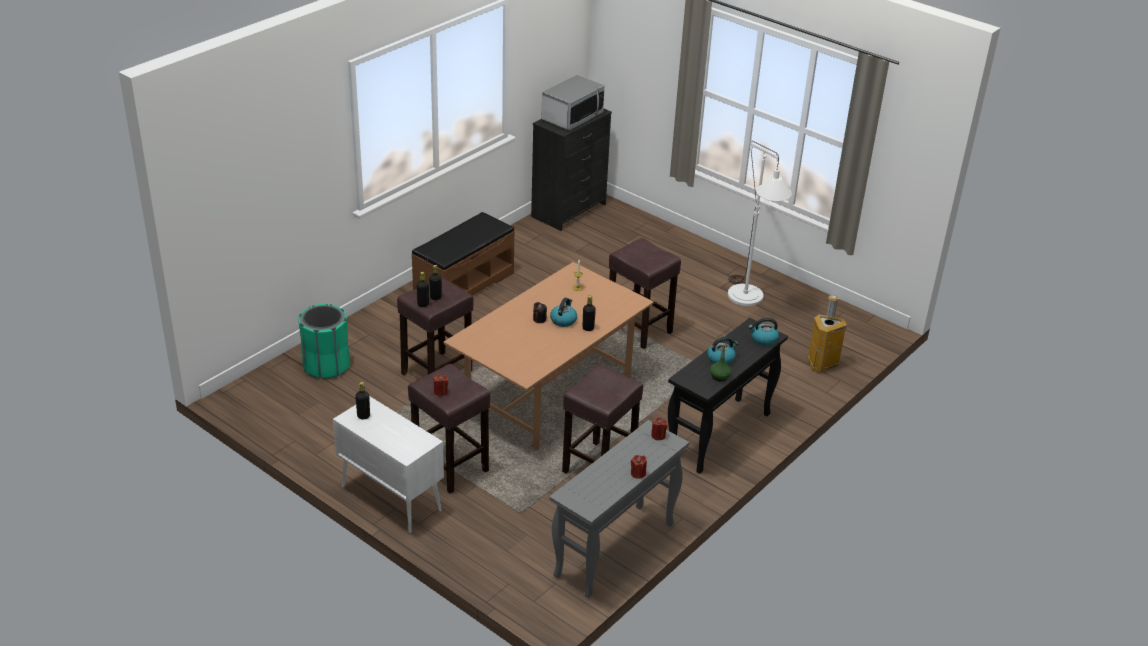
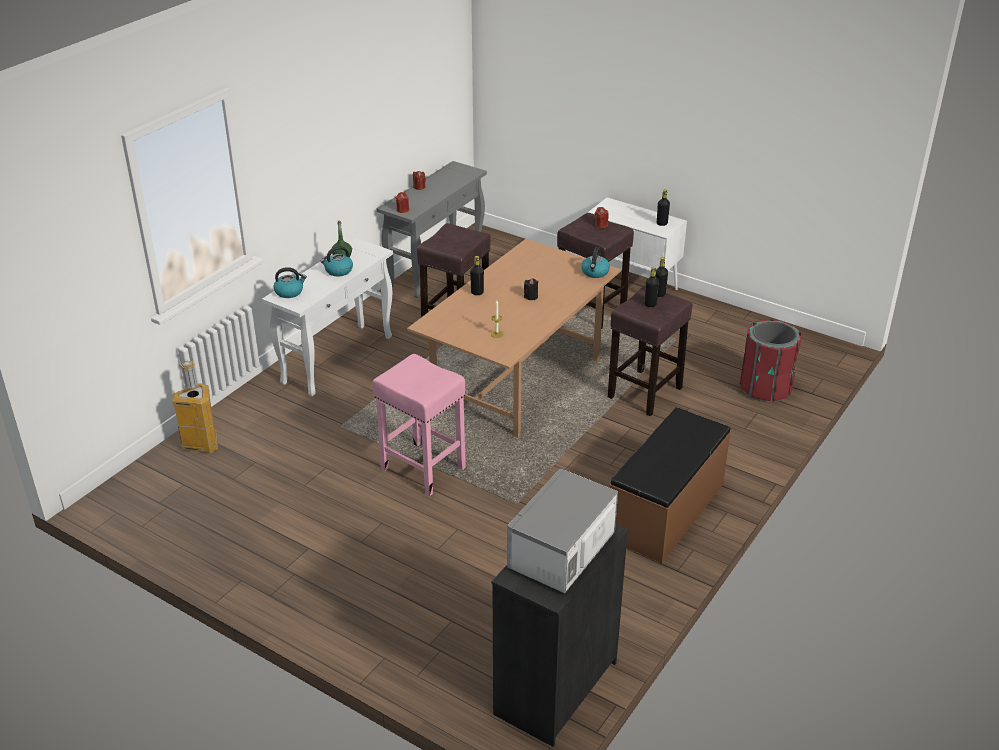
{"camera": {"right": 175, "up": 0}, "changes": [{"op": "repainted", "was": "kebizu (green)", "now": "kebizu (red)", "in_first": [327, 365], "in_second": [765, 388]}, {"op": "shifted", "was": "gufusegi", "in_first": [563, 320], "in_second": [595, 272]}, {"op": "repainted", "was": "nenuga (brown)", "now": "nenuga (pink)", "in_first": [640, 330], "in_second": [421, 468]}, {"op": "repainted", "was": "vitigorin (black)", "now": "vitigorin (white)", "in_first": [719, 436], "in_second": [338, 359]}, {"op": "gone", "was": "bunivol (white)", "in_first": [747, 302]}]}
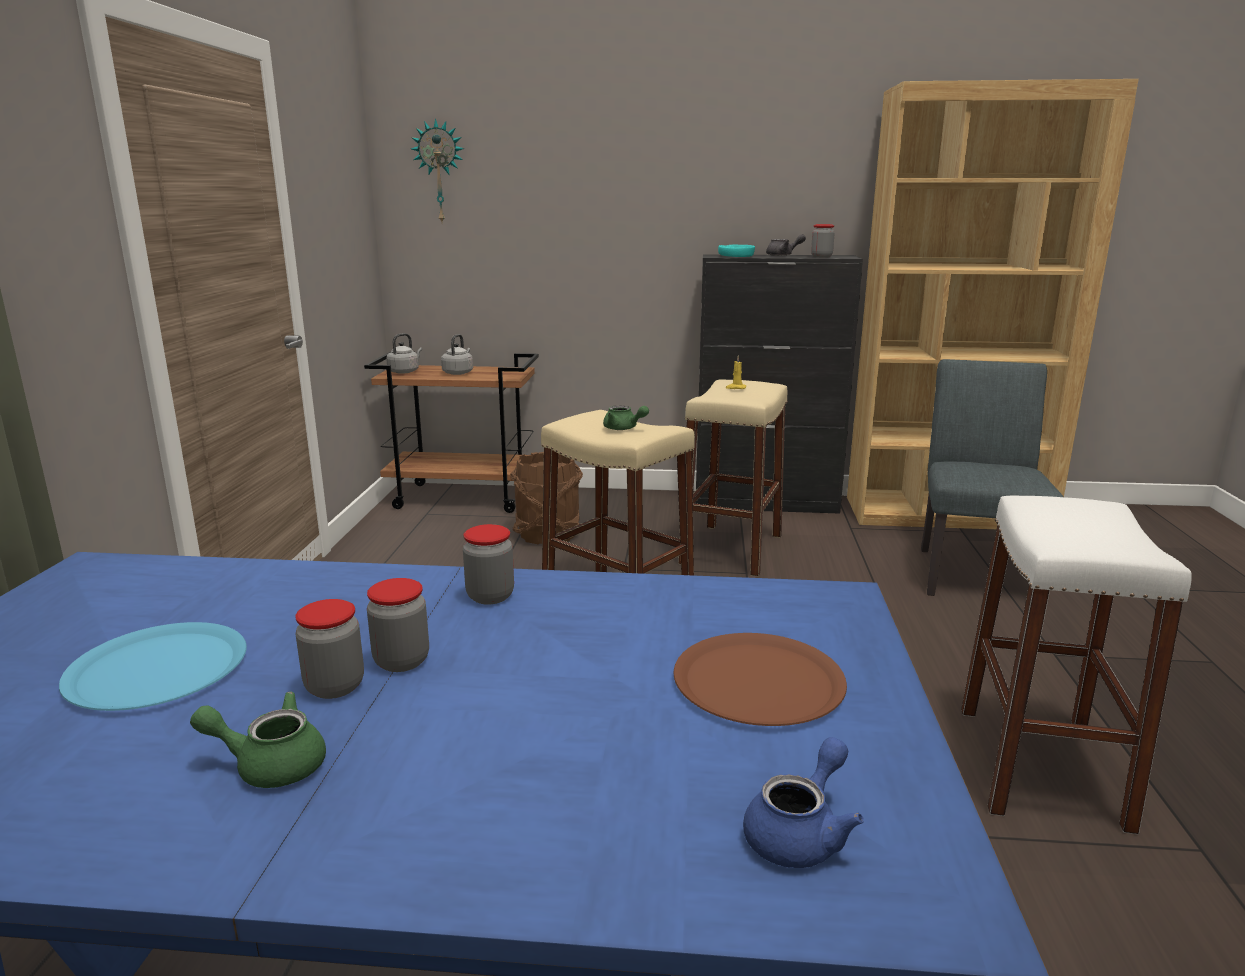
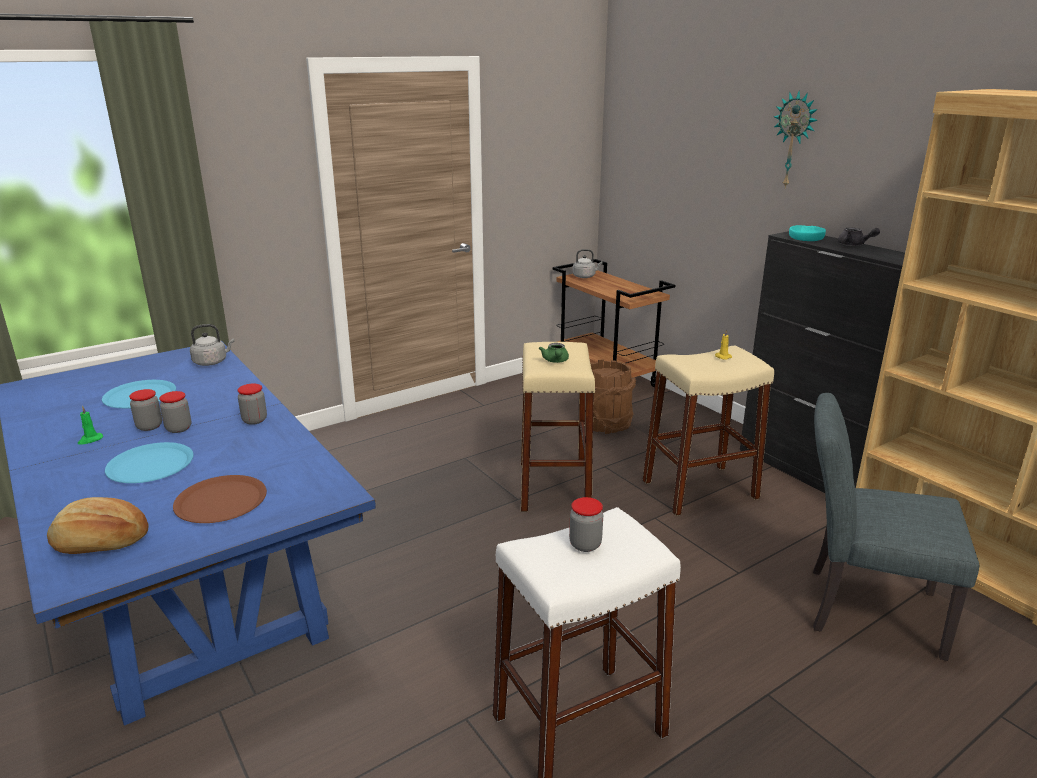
{"camera": {"right": 50, "up": 5}, "changes": [{"op": "swapped", "was": "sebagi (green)", "now": "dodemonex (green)", "in_first": [270, 764], "in_second": [90, 440]}, {"op": "shifted", "was": "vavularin", "in_first": [440, 172], "in_second": [794, 140]}, {"op": "shifted", "was": "gufusegi (grey)", "in_first": [458, 373], "in_second": [212, 362]}, {"op": "swapped", "was": "sebagi (blue)", "now": "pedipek", "in_first": [801, 833], "in_second": [101, 543]}, {"op": "shifted", "was": "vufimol", "in_first": [821, 257], "in_second": [585, 544]}, {"op": "rotated", "was": "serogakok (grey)", "in_first": [974, 571], "in_second": [861, 608], "clockwise": -135}, {"op": "new", "now": "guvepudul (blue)", "in_second": [150, 465]}]}
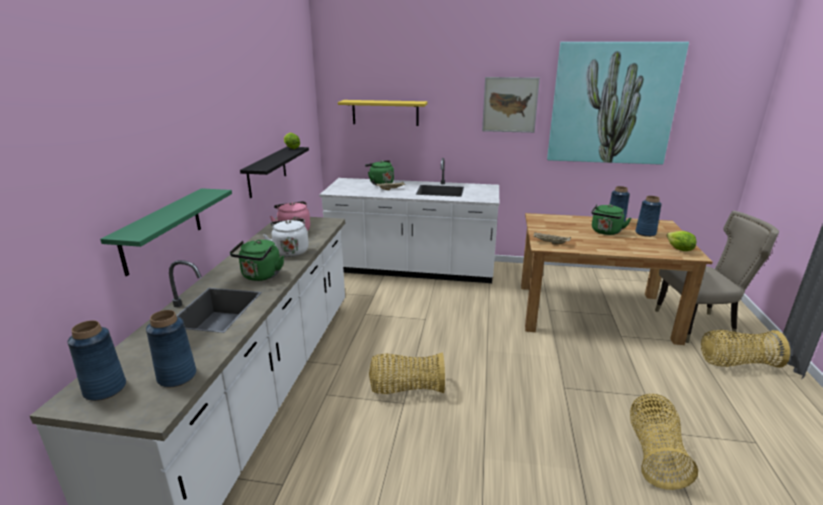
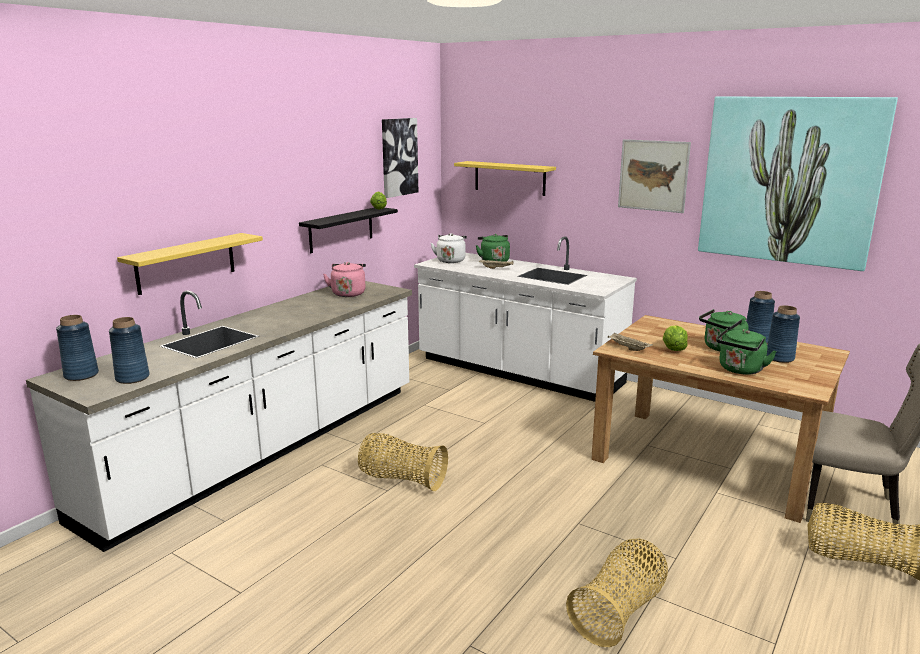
{"camera": {"right": 25, "up": -5}, "changes": [{"op": "repainted", "was": "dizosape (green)", "now": "dizosape (yellow)", "in_first": [162, 230], "in_second": [186, 263]}, {"op": "shifted", "was": "gufusegi (green)", "in_first": [260, 276], "in_second": [740, 370]}, {"op": "shifted", "was": "gufusegi (white)", "in_first": [290, 251], "in_second": [451, 260]}, {"op": "shifted", "was": "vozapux", "in_first": [679, 249], "in_second": [673, 349]}, {"op": "new", "now": "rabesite", "in_second": [398, 157]}]}
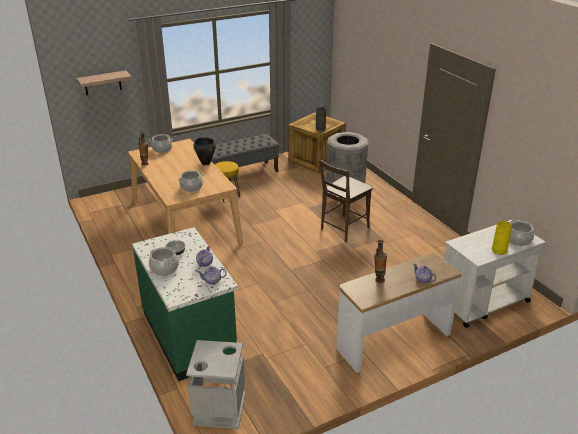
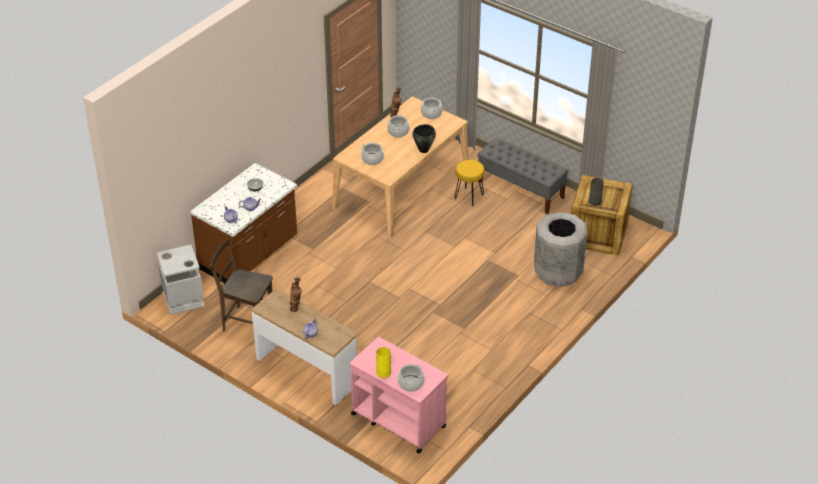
{"camera": {"right": 65, "up": 10}, "changes": [{"op": "gone", "was": "dizosape", "in_first": [102, 83]}, {"op": "repainted", "was": "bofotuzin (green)", "now": "bofotuzin (brown)", "in_first": [190, 335], "in_second": [249, 255]}, {"op": "shifted", "was": "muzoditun", "in_first": [164, 268], "in_second": [398, 131]}, {"op": "shifted", "was": "serogakok (brown)", "in_first": [343, 229], "in_second": [246, 322]}, {"op": "repainted", "was": "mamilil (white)", "now": "mamilil (pink)", "in_first": [482, 302], "in_second": [398, 420]}]}
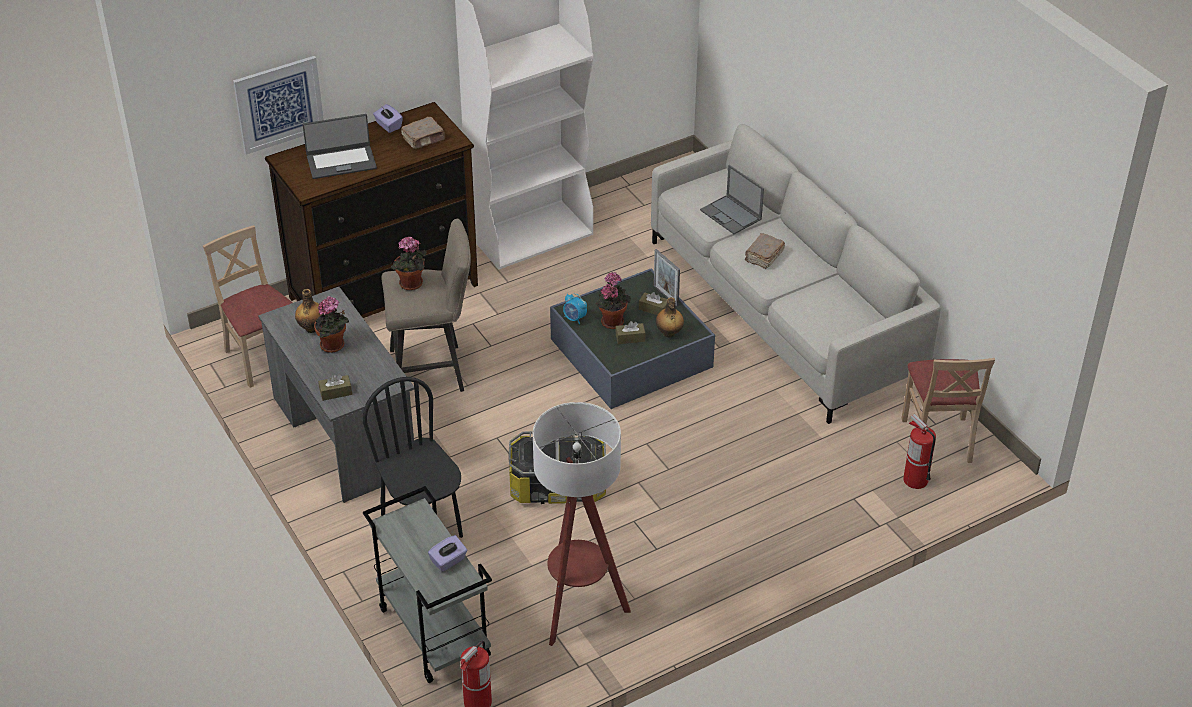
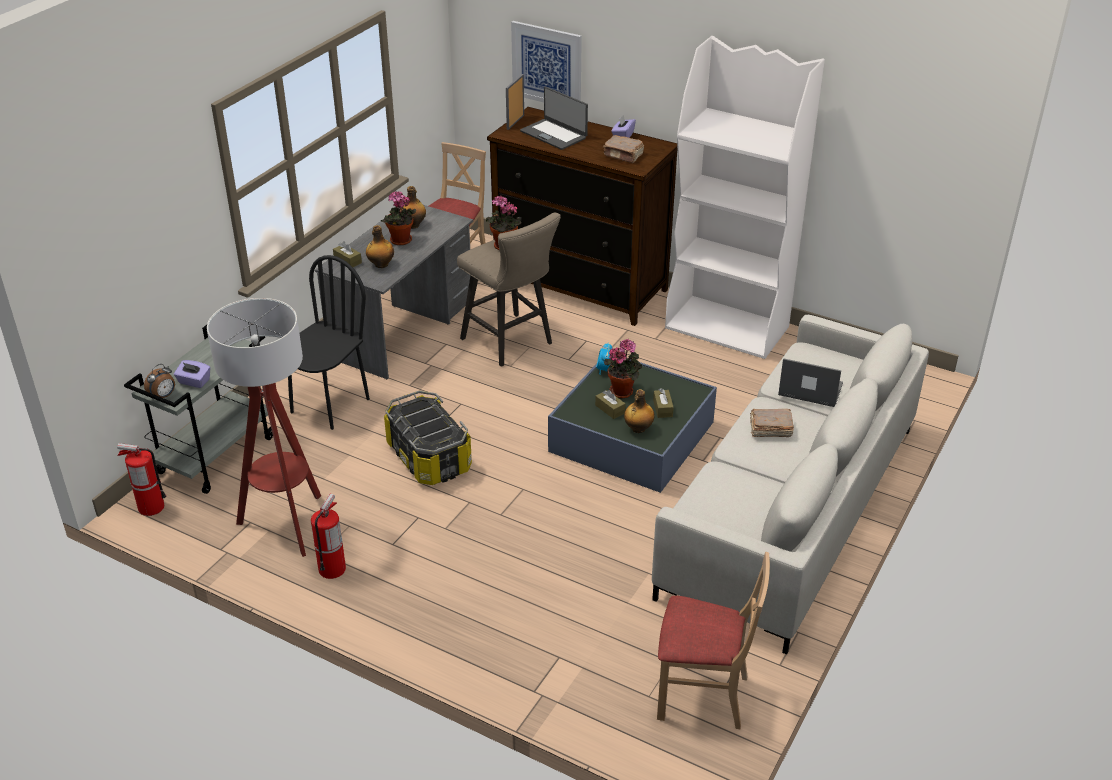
{"camera": {"right": 60, "up": -5}, "changes": [{"op": "shifted", "was": "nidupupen", "in_first": [666, 295], "in_second": [515, 122]}, {"op": "rotated", "was": "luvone", "in_first": [731, 215], "in_second": [809, 389], "clockwise": 90}, {"op": "rotated", "was": "serogakok (beige)", "in_first": [938, 439], "in_second": [702, 695], "clockwise": -135}, {"op": "shifted", "was": "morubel", "in_first": [915, 480], "in_second": [332, 569]}, {"op": "new", "now": "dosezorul", "in_second": [163, 396]}, {"op": "new", "now": "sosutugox", "in_second": [381, 265]}]}
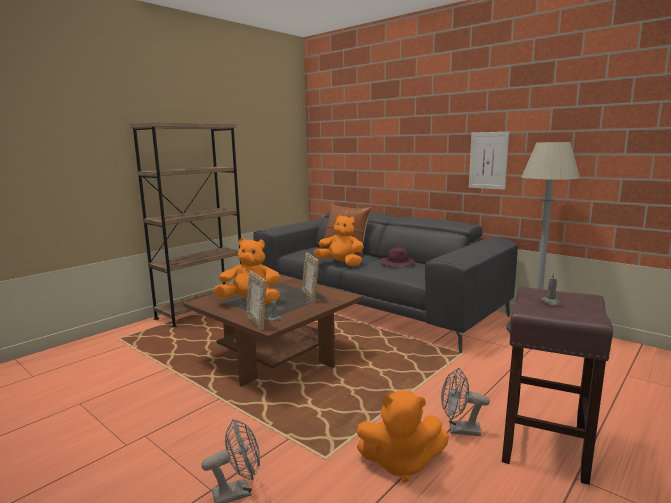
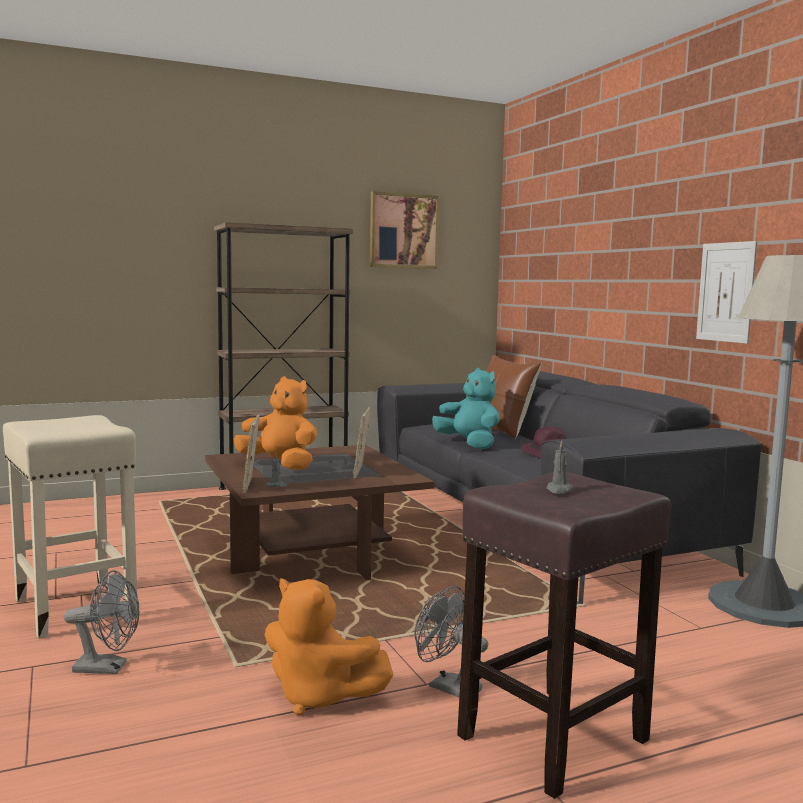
{"camera": {"right": 25, "up": -5}, "changes": [{"op": "repainted", "was": "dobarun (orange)", "now": "dobarun (turquoise)", "in_first": [341, 264], "in_second": [469, 444]}, {"op": "new", "now": "nenuga (beige)", "in_second": [74, 607]}, {"op": "new", "now": "rabesite", "in_second": [403, 231]}]}
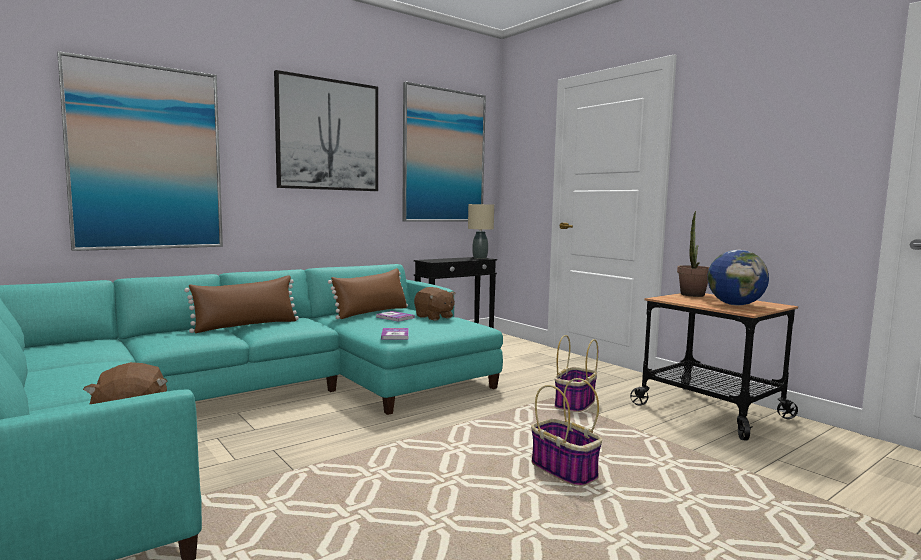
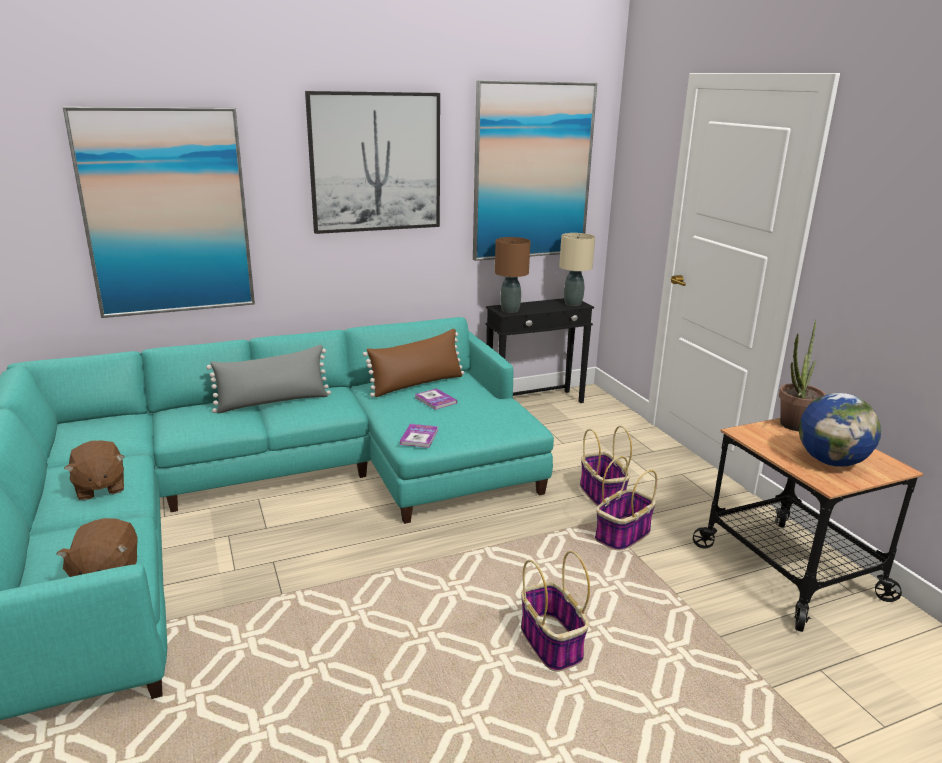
{"camera": {"right": 15, "up": 15}, "changes": [{"op": "repainted", "was": "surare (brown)", "now": "surare (grey)", "in_first": [246, 326], "in_second": [273, 402]}, {"op": "shifted", "was": "dobarun (brown)", "in_first": [434, 317], "in_second": [99, 488]}, {"op": "new", "now": "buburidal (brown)", "in_second": [509, 310]}, {"op": "new", "now": "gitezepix", "in_second": [601, 494]}]}
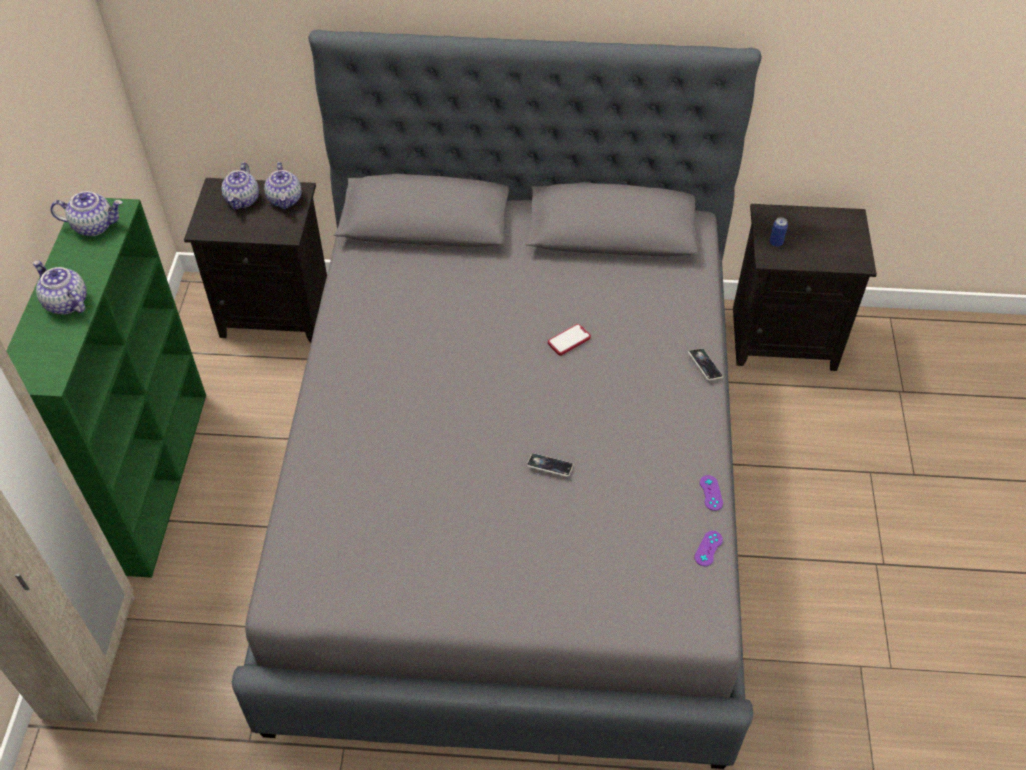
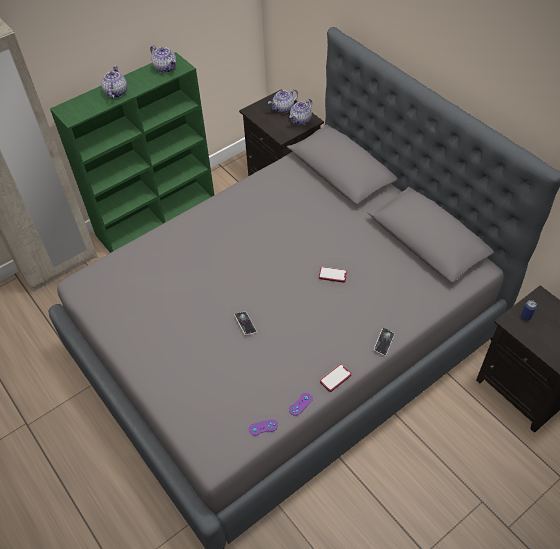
{"camera": {"right": 50, "up": 0}, "changes": [{"op": "new", "now": "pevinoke", "in_second": [335, 378]}]}
